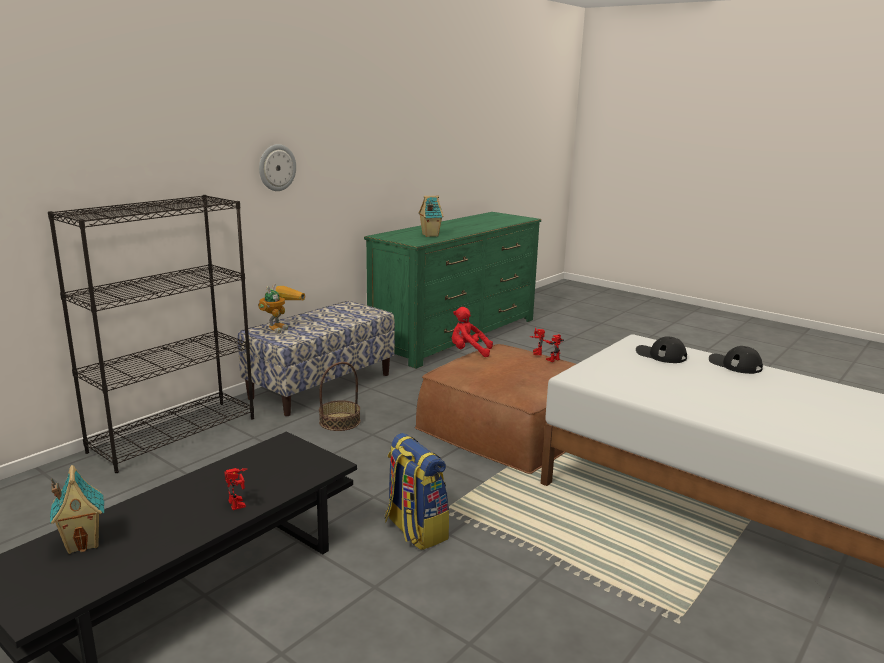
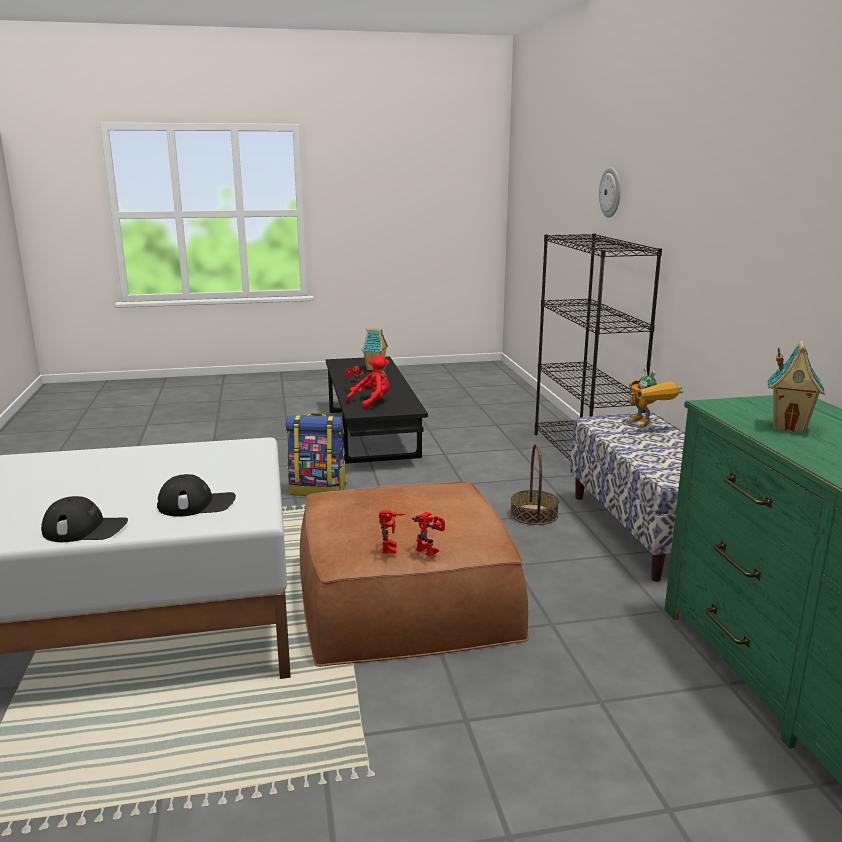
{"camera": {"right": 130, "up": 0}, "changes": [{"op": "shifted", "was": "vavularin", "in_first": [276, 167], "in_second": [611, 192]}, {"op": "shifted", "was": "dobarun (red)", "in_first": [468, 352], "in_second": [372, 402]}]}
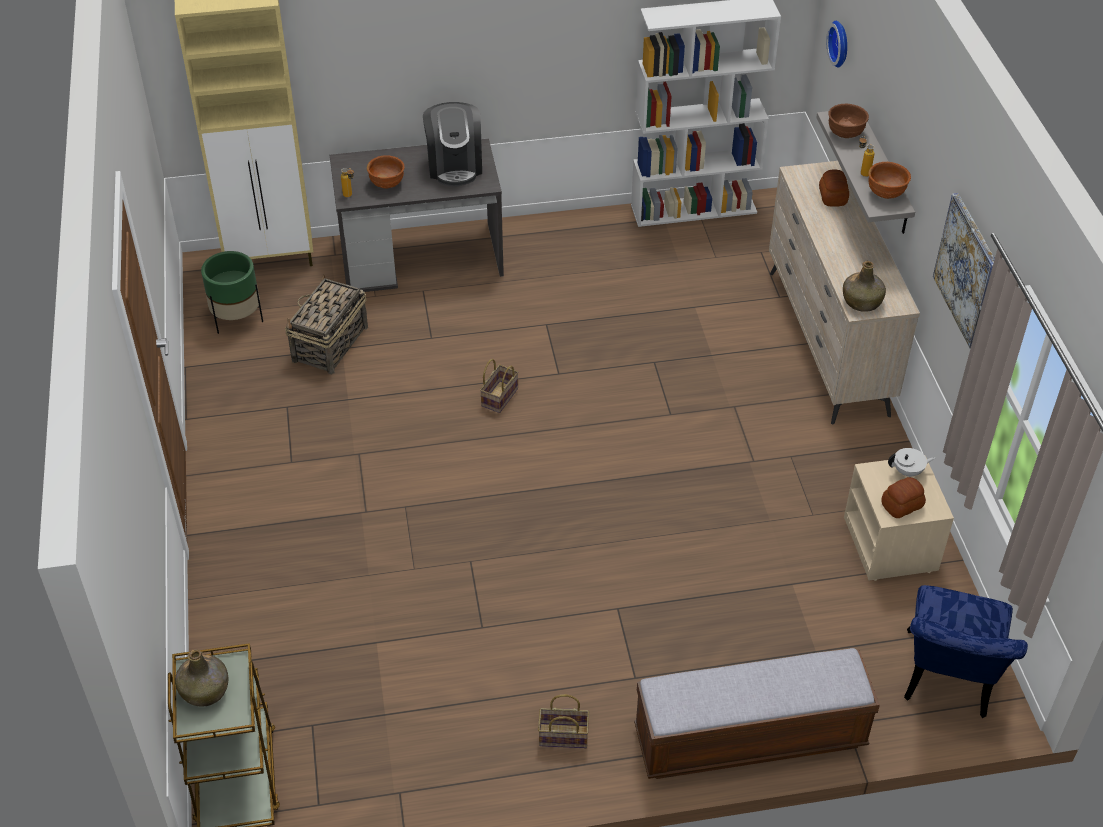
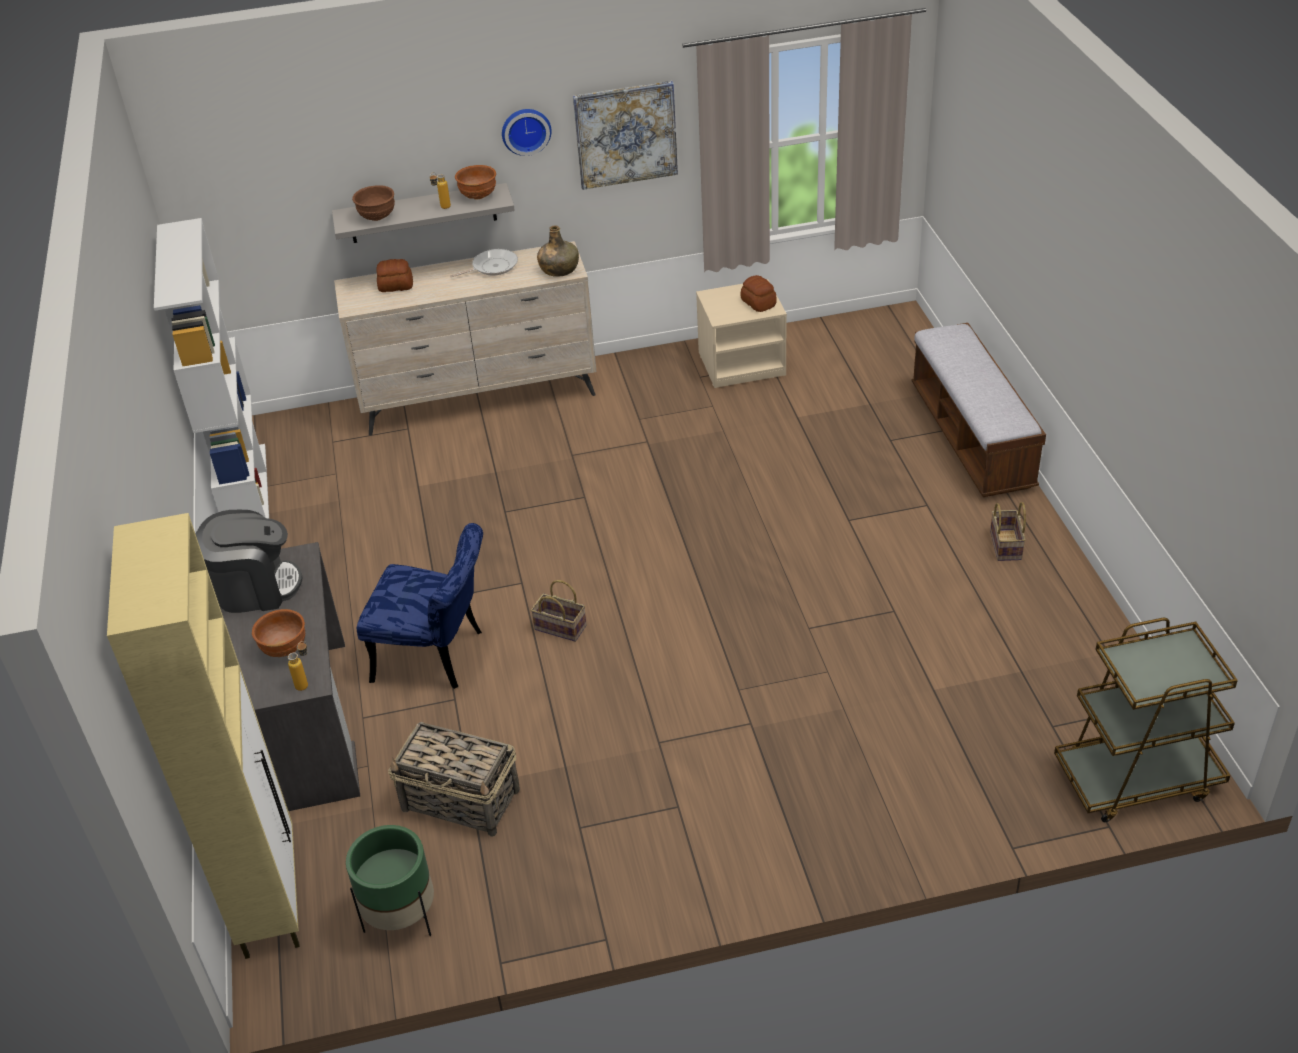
{"camera": {"right": -90, "up": -5}, "changes": [{"op": "gone", "was": "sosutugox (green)", "in_first": [205, 690]}, {"op": "shifted", "was": "vavularin", "in_first": [841, 43], "in_second": [525, 130]}, {"op": "gone", "was": "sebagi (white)", "in_first": [908, 471]}, {"op": "shifted", "was": "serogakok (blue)", "in_first": [946, 682], "in_second": [437, 656]}, {"op": "new", "now": "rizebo", "in_second": [492, 267]}]}
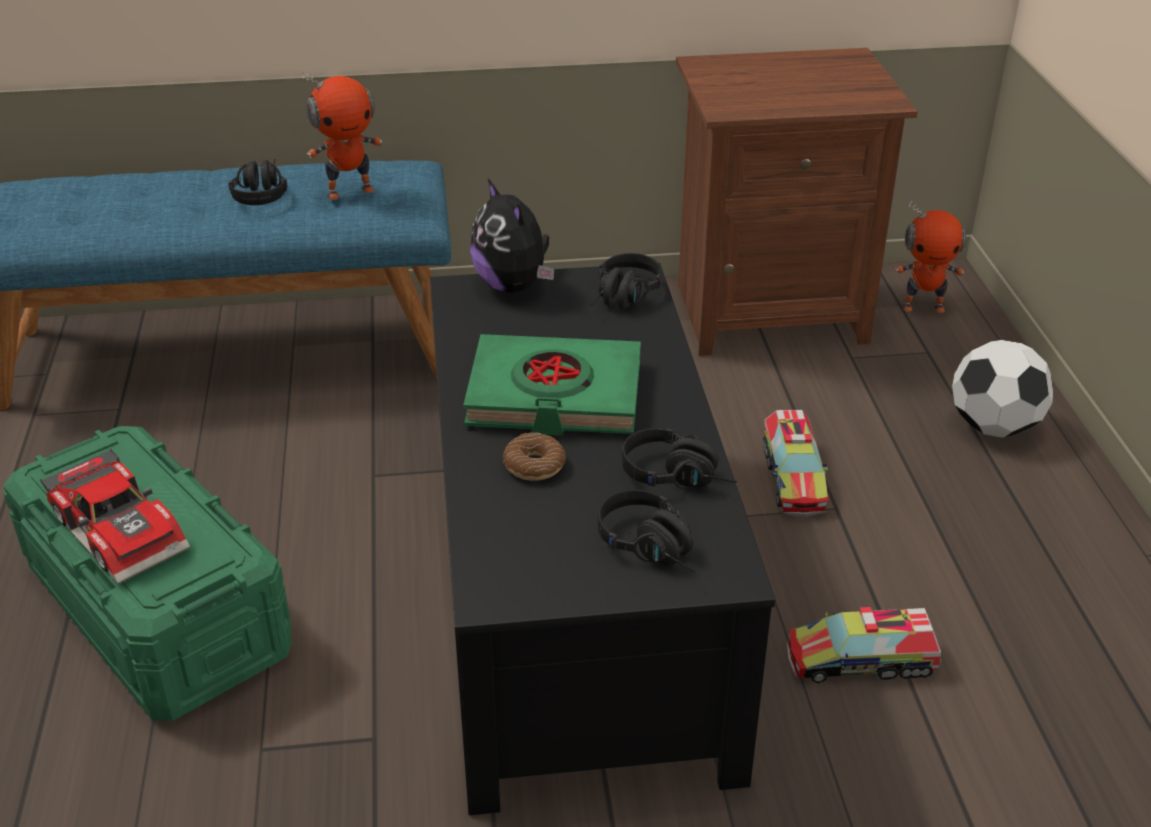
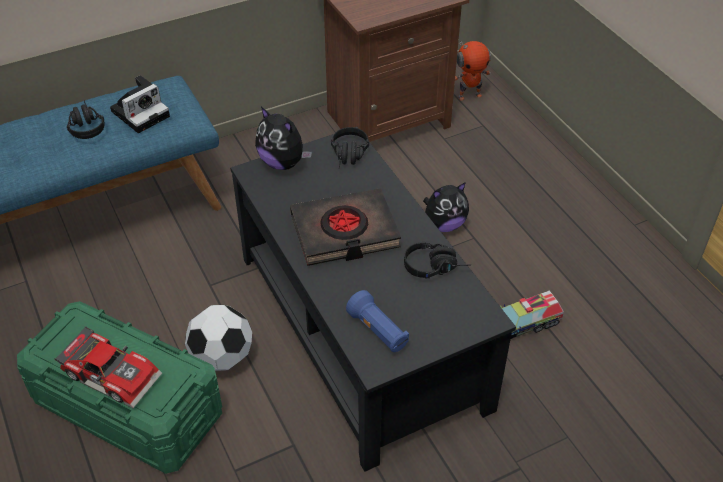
{"camera": {"right": -20, "up": 10}, "changes": [{"op": "swapped", "was": "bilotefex", "now": "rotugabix", "in_first": [349, 191], "in_second": [142, 112]}, {"op": "repainted", "was": "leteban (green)", "now": "leteban (black)", "in_first": [554, 396], "in_second": [344, 232]}, {"op": "gone", "was": "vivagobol", "in_first": [534, 465]}, {"op": "gone", "was": "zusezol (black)", "in_first": [654, 549]}, {"op": "swapped", "was": "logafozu", "now": "dobarun", "in_first": [793, 477], "in_second": [444, 224]}, {"op": "shifted", "was": "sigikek", "in_first": [993, 427], "in_second": [222, 357]}, {"op": "new", "now": "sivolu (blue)", "in_second": [378, 331]}]}
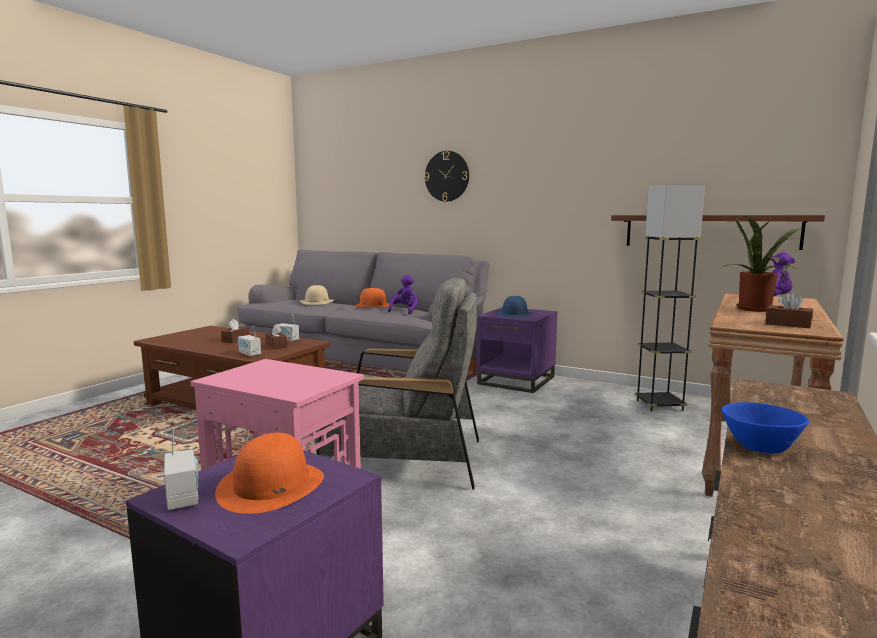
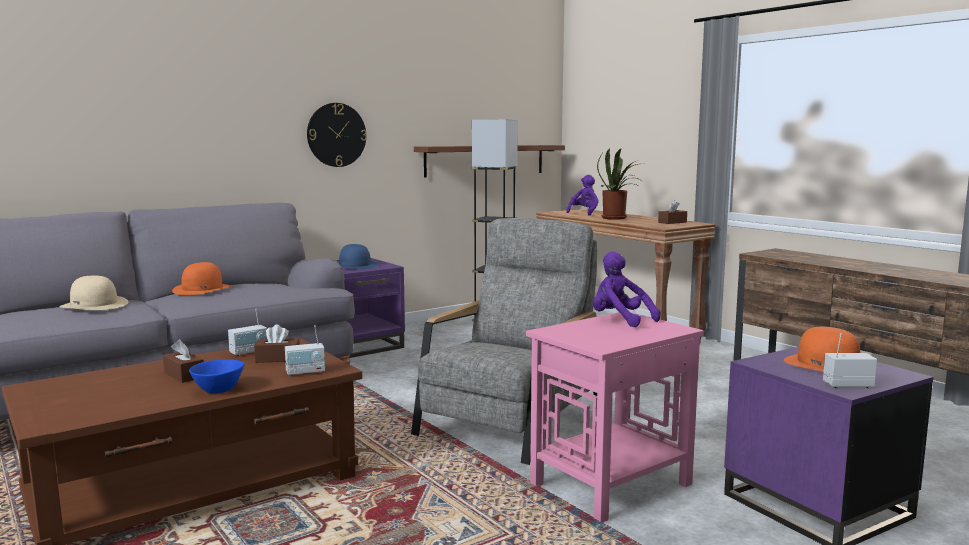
{"camera": {"right": -65, "up": 0}, "changes": [{"op": "shifted", "was": "dobarun (purple)", "in_first": [404, 311], "in_second": [620, 320]}, {"op": "shifted", "was": "vavularin", "in_first": [447, 176], "in_second": [336, 135]}, {"op": "shifted", "was": "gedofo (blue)", "in_first": [760, 446], "in_second": [218, 389]}]}
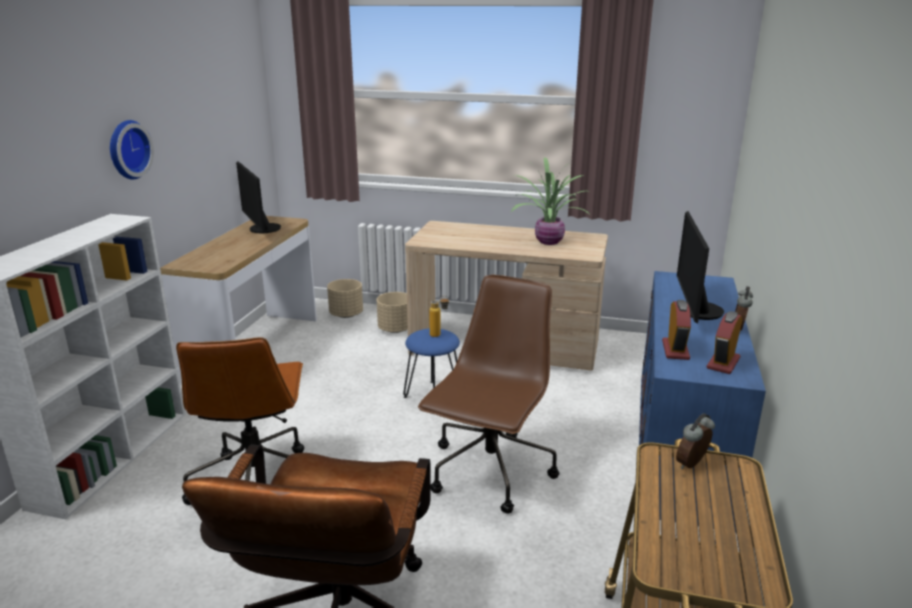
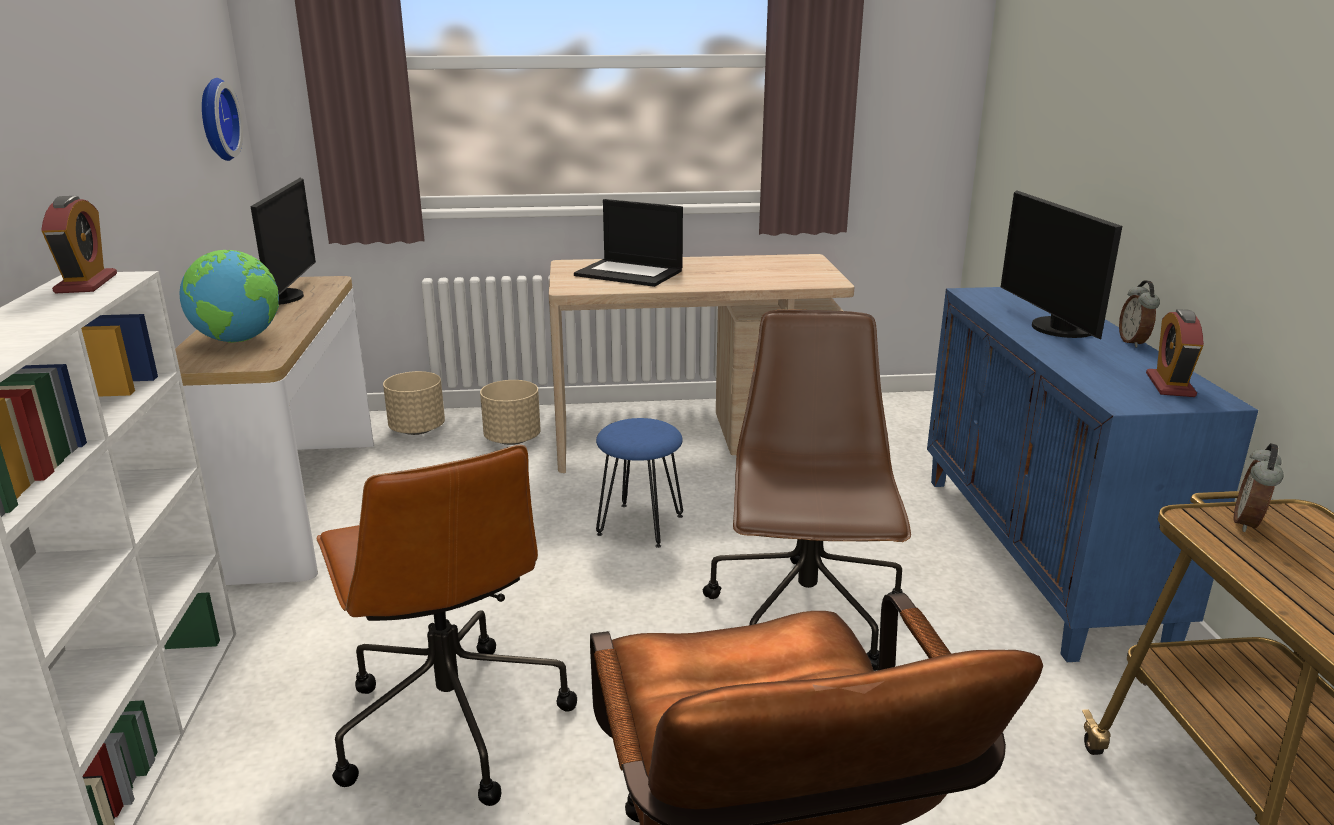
{"camera": {"right": -20, "up": 0}, "changes": [{"op": "shifted", "was": "vavularin", "in_first": [127, 149], "in_second": [214, 119]}, {"op": "rotated", "was": "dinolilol", "in_first": [261, 229], "in_second": [283, 297], "clockwise": -135}, {"op": "gone", "was": "sosutugox", "in_first": [439, 335]}, {"op": "gone", "was": "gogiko", "in_first": [548, 241]}, {"op": "shifted", "was": "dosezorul", "in_first": [675, 350], "in_second": [86, 283]}, {"op": "new", "now": "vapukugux", "in_second": [239, 340]}, {"op": "new", "now": "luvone", "in_second": [630, 273]}]}
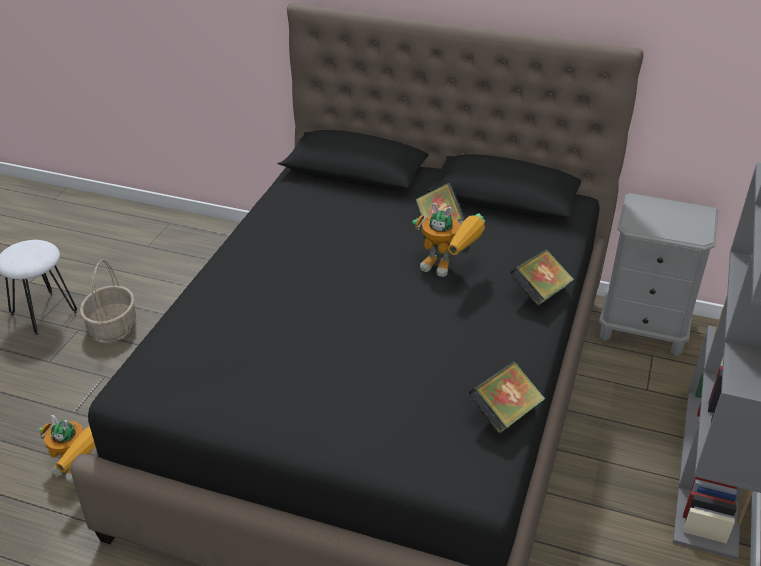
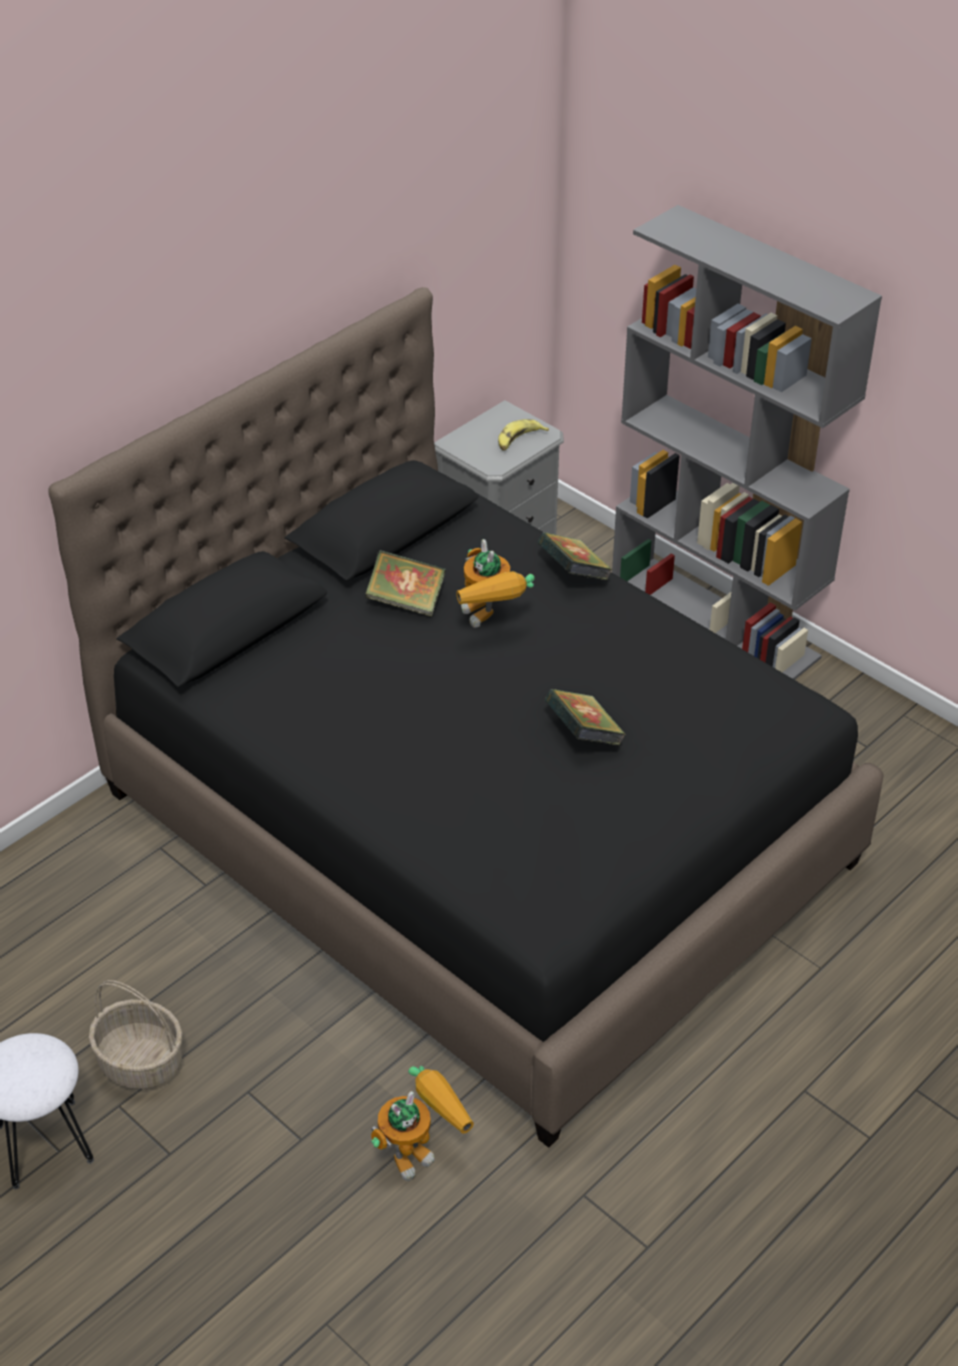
{"camera": {"right": -65, "up": 5}, "changes": [{"op": "rotated", "was": "bilotefex", "in_first": [449, 268], "in_second": [489, 622], "clockwise": 105}, {"op": "shifted", "was": "leteban", "in_first": [505, 413], "in_second": [584, 735]}, {"op": "new", "now": "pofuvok", "in_second": [519, 440]}]}
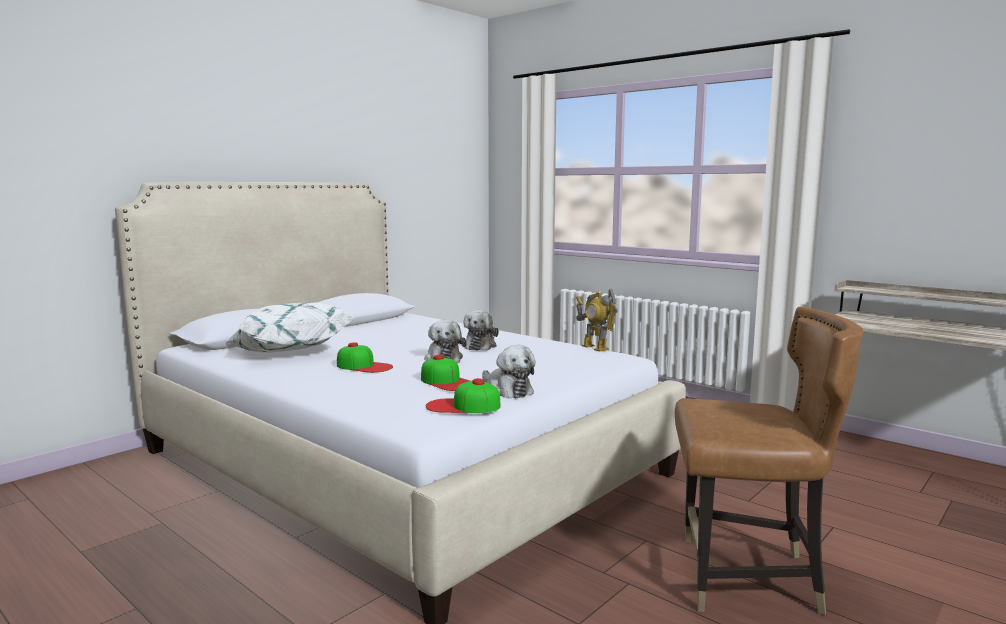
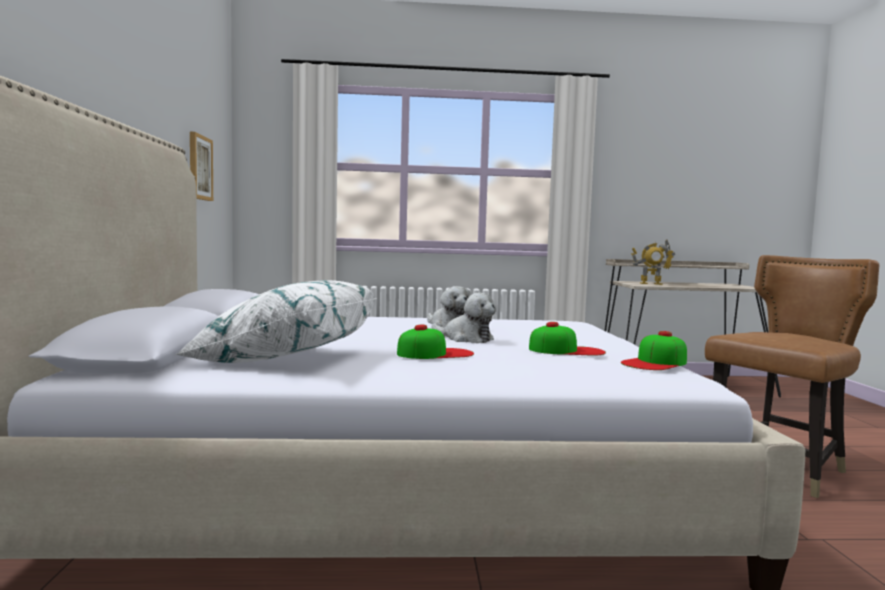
{"camera": {"right": -45, "up": -5}, "changes": [{"op": "gone", "was": "dobarun", "in_first": [507, 390]}, {"op": "shifted", "was": "bilotefex", "in_first": [595, 347], "in_second": [651, 283]}, {"op": "new", "now": "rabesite", "in_second": [199, 167]}]}
